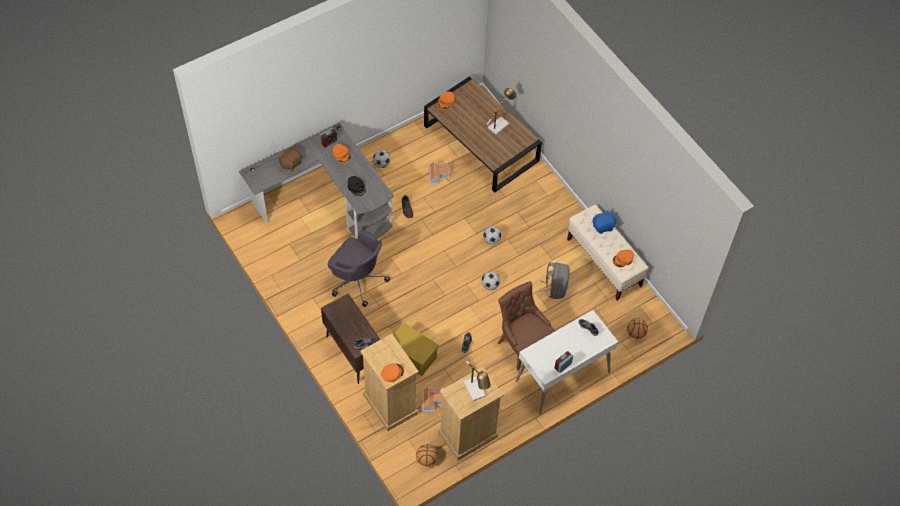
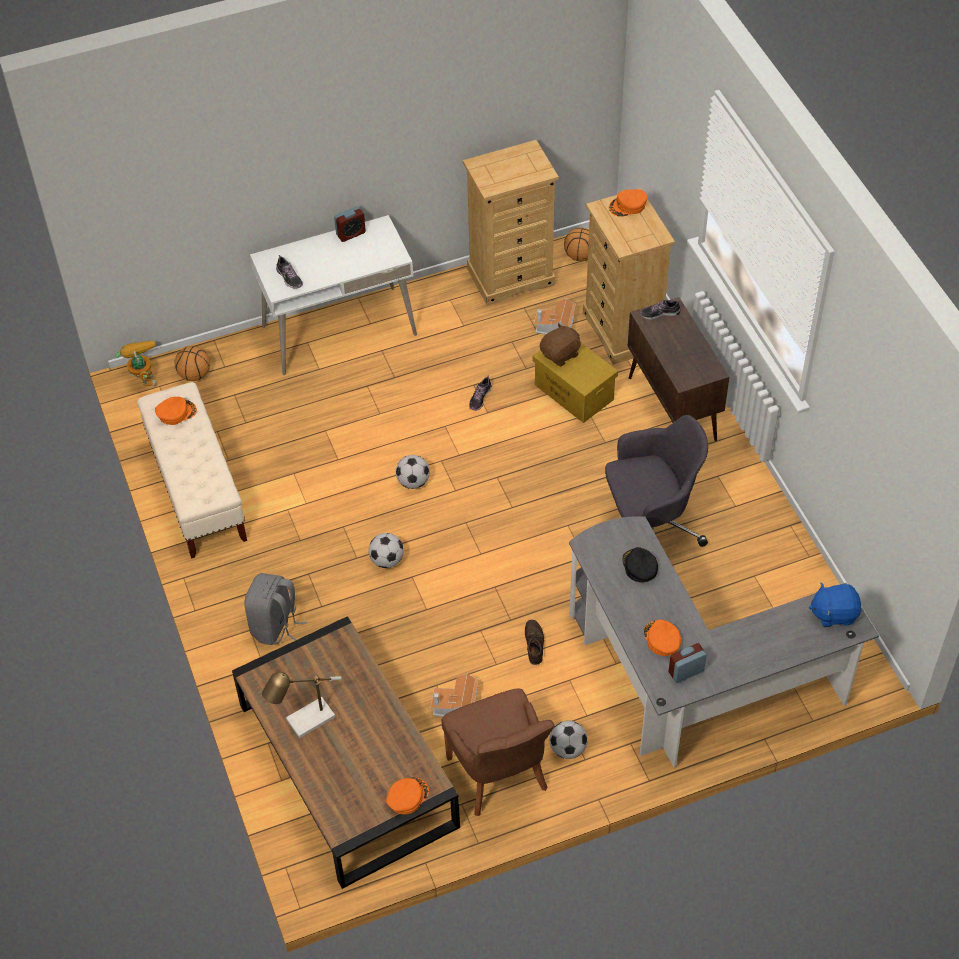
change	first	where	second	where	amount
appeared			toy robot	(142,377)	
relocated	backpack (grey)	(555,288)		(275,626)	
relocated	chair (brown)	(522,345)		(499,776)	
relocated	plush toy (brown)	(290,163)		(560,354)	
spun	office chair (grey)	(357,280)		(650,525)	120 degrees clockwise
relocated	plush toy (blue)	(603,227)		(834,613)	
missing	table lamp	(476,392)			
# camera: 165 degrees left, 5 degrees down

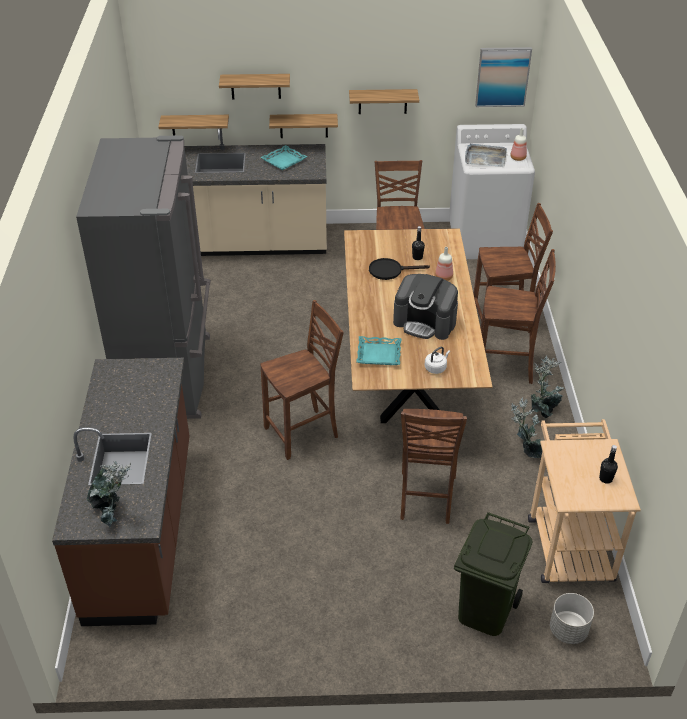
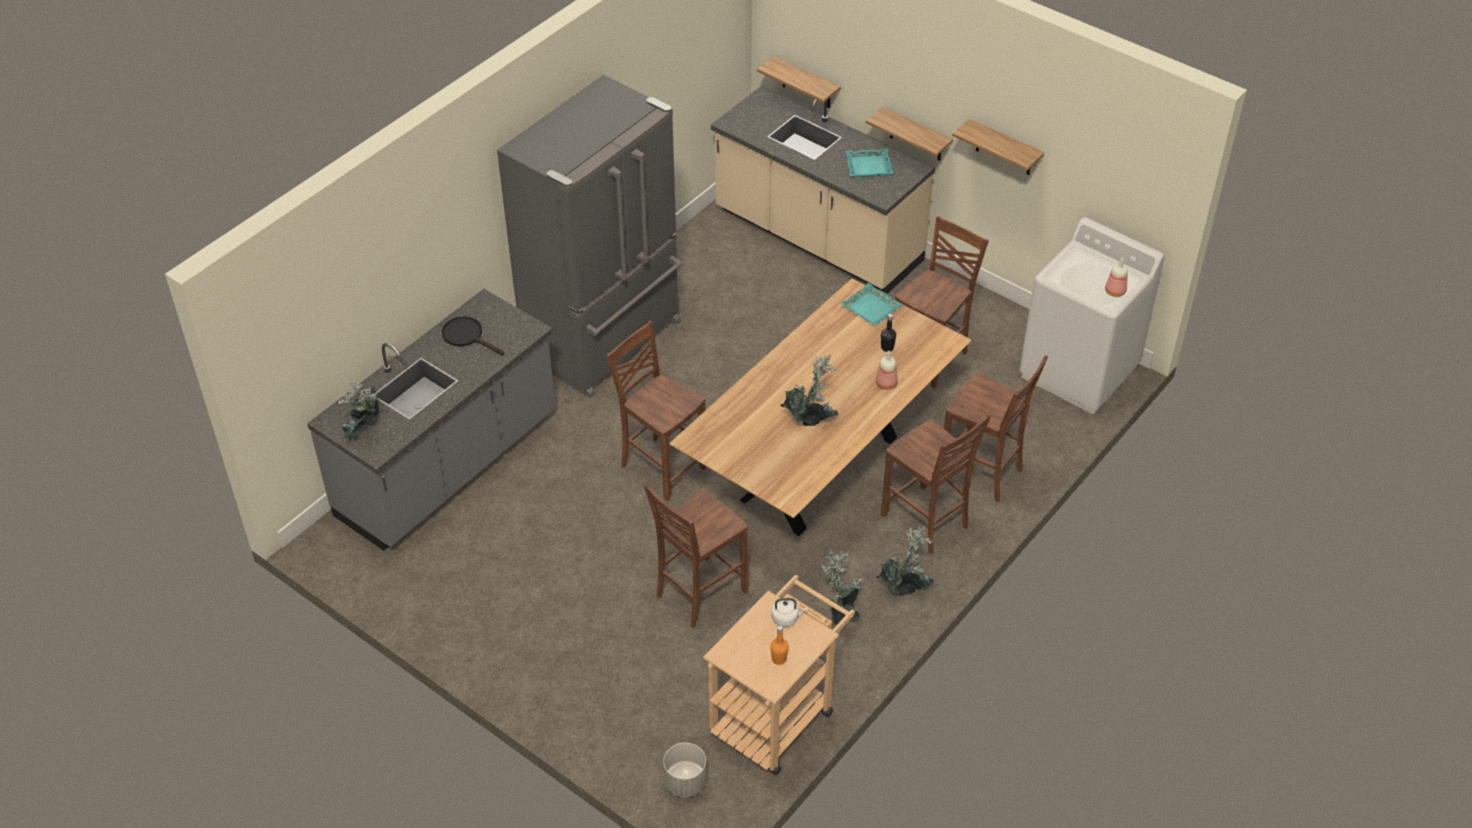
change	first	where	second	where	amount
colour	counter (brown)	(142,528)	counter (grey)	(449,467)	
relocated	frying pan (black)	(390,271)		(467,336)	
spun	chair (brown)	(303,433)		(661,467)	150 degrees counterclockwise
colour	bottle (black)	(605,479)	bottle (orange)	(779,659)	
relocated	kettle (white)	(436,368)		(786,618)	
exchanged	coffee machine	(425,322)	potted plant	(810,419)	
relocated	tray (turquoise)	(378,354)		(870,308)	
missing	shelf	(255,86)			
missing	trash can (green)	(484,610)			
missing	tray (grey)	(485,157)			
missing	picture	(502,76)			
# camera: 40 degrees right, 5 degrees up

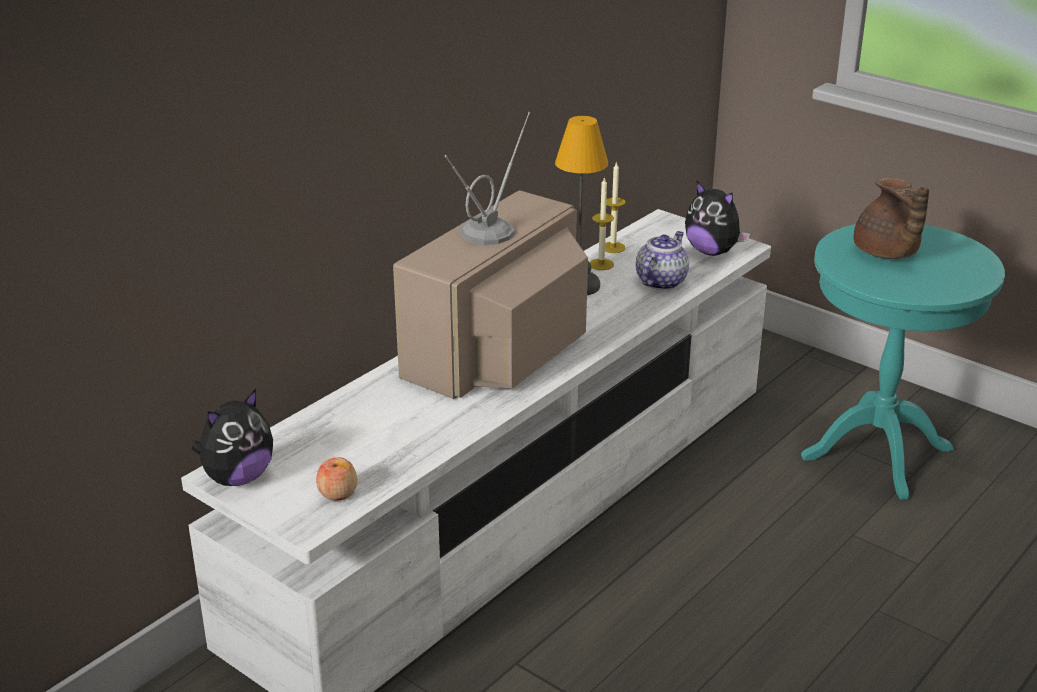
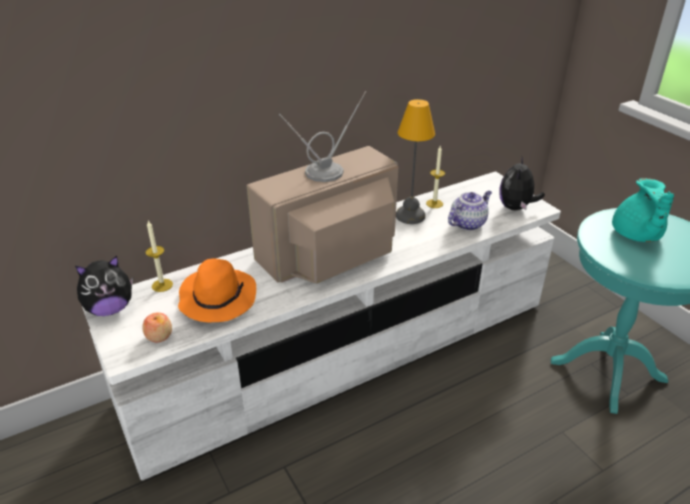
change	first	where	second	where	amount
relocated	candle	(613,247)		(162,285)	
appeared			hat (orange)	(217,298)	
spun	plush toy	(712,251)		(516,208)	45 degrees clockwise
colour	teapot (brown)	(886,253)	teapot (turquoise)	(636,235)	
# camera: 20 degrees right, 5 degrees up

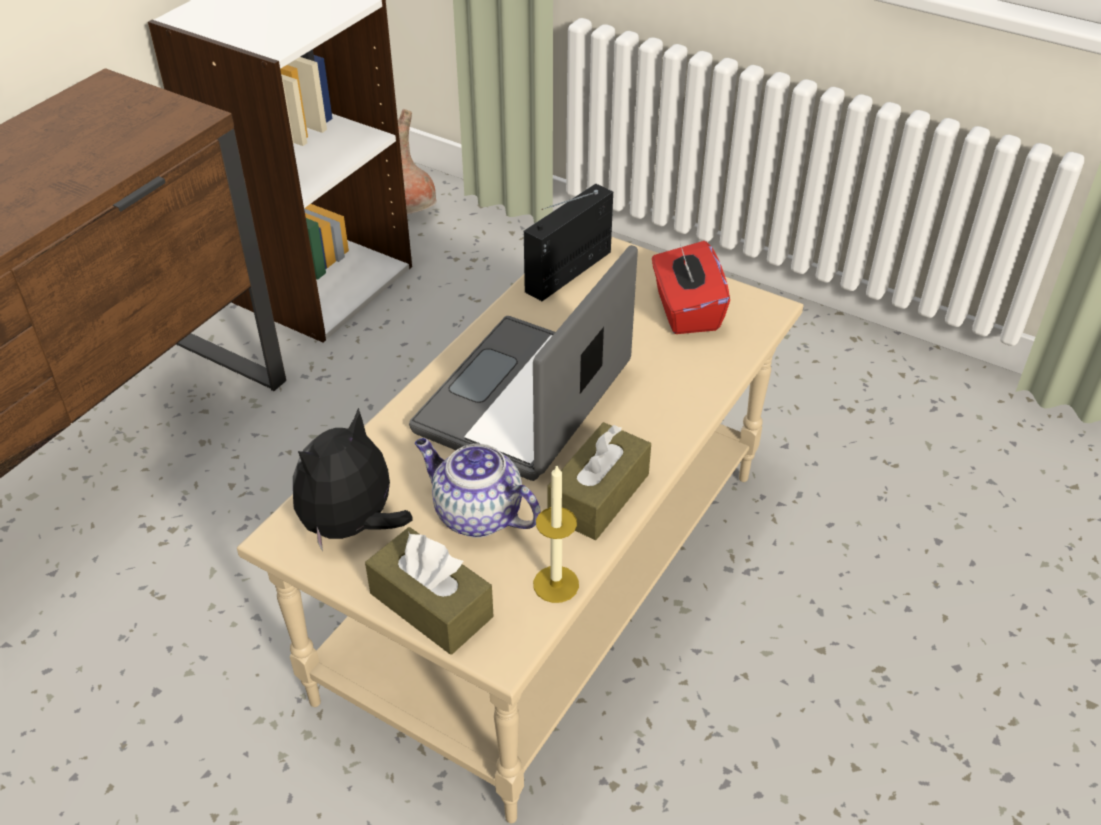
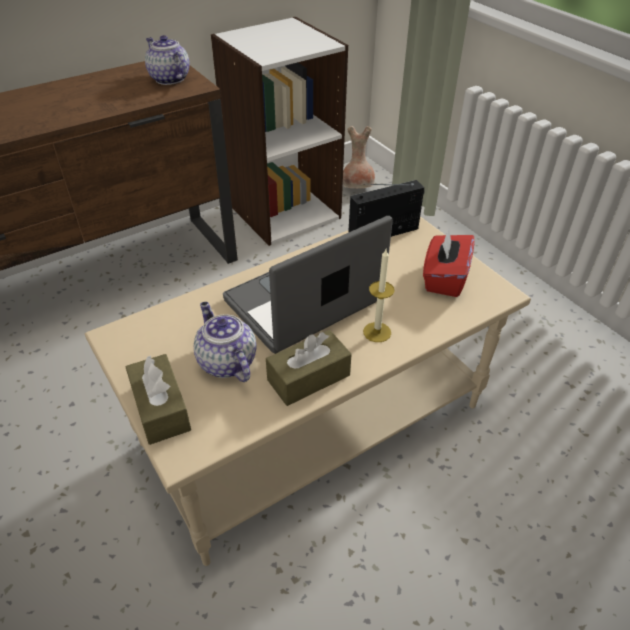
change	first	where	second	where	amount
appeared			teapot	(169,79)	
relocated	candle	(556,584)		(377,332)	
missing	plush toy	(352,526)			
# camera: 25 degrees right, 0 degrees up

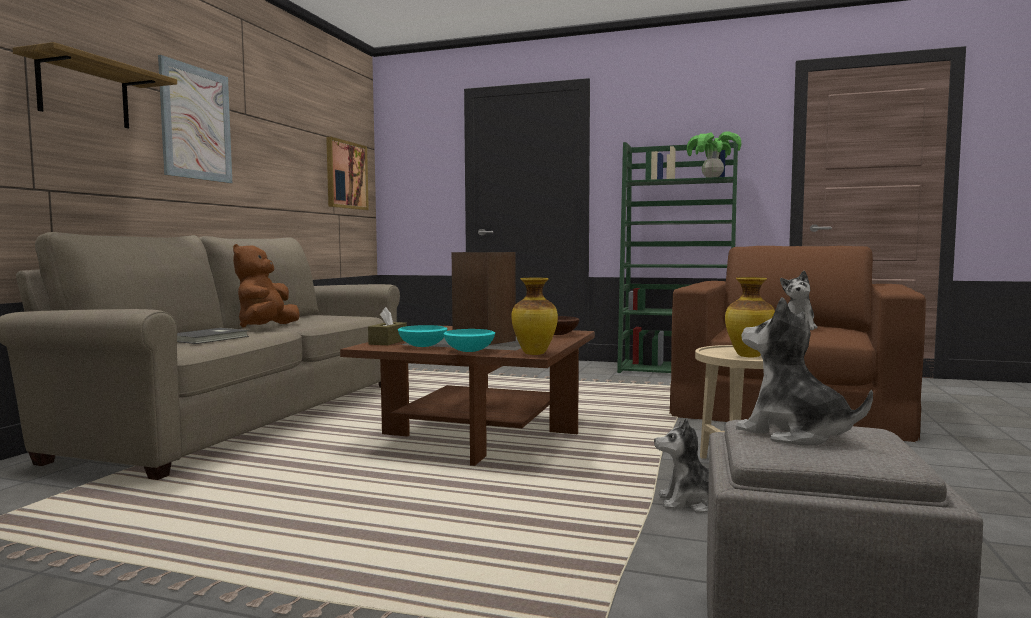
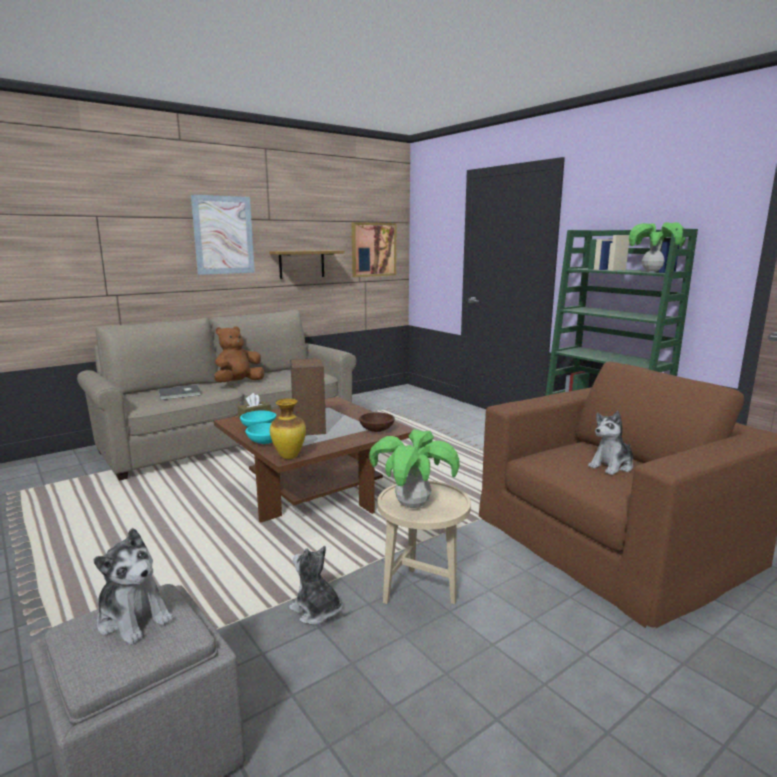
change	first	where	second	where	amount
spun	plush toy	(794,434)		(134,618)	135 degrees clockwise
relocated	shelf	(84,93)		(301,264)	
exchanged	vase	(748,356)	potted plant	(412,505)	
# camera: 35 degrees right, 10 degrees up

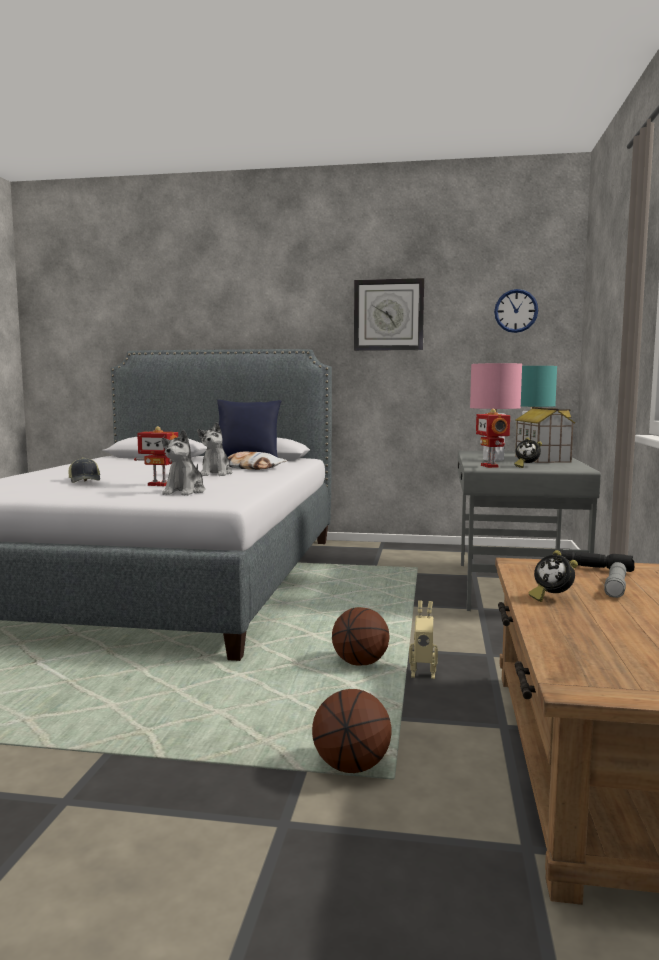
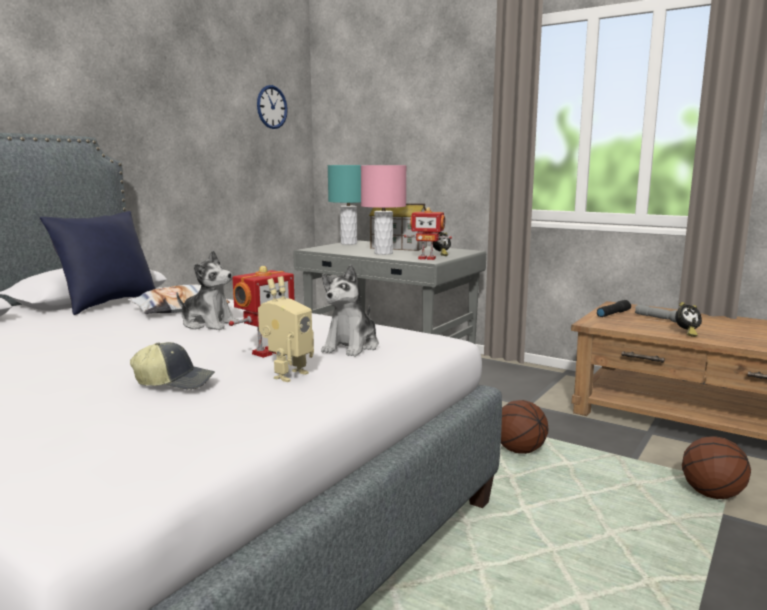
change	first	where	second	where	amount
relocated	toy robot	(423,673)		(286,374)	
spun	plush toy	(185,492)		(352,347)	75 degrees clockwise
missing	wall clock	(388,315)			
# camera: 65 degrees left, 5 degrees up

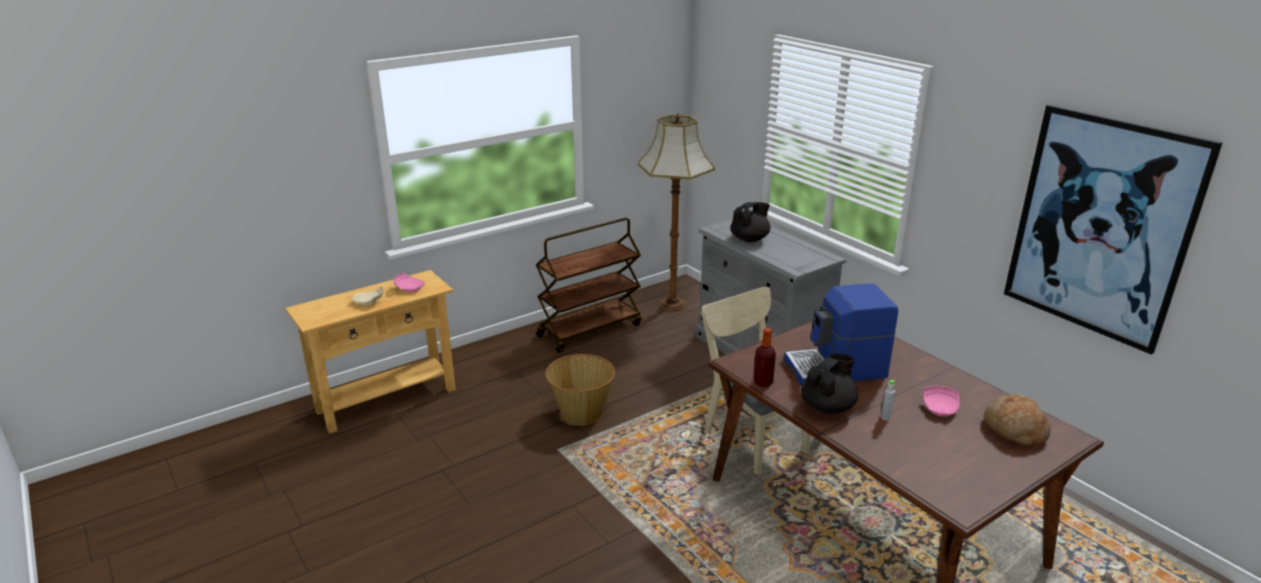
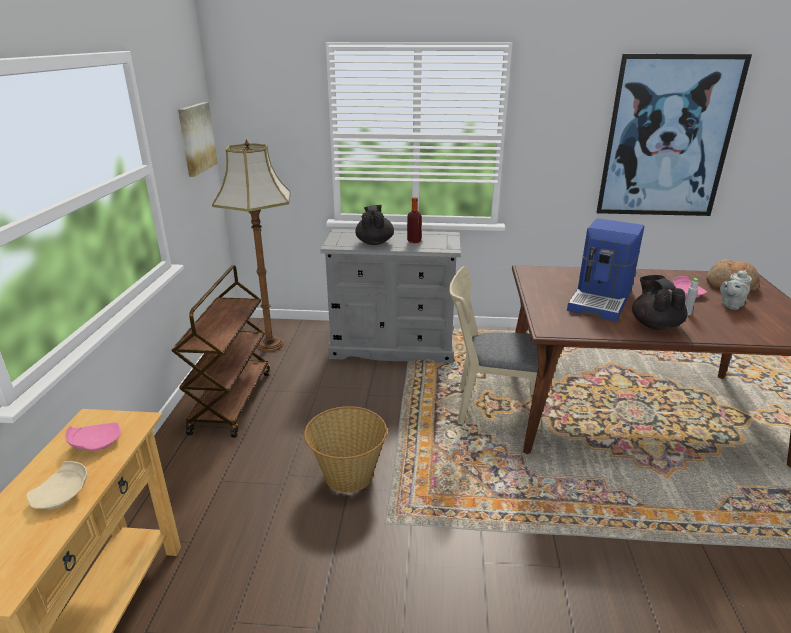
change	first	where	second	where	amount
appeared			picture	(196,138)	
relocated	bottle	(763,383)		(414,241)	
appeared			teapot (grey)	(730,305)	
# camera: 50 degrees left, 0 degrees up

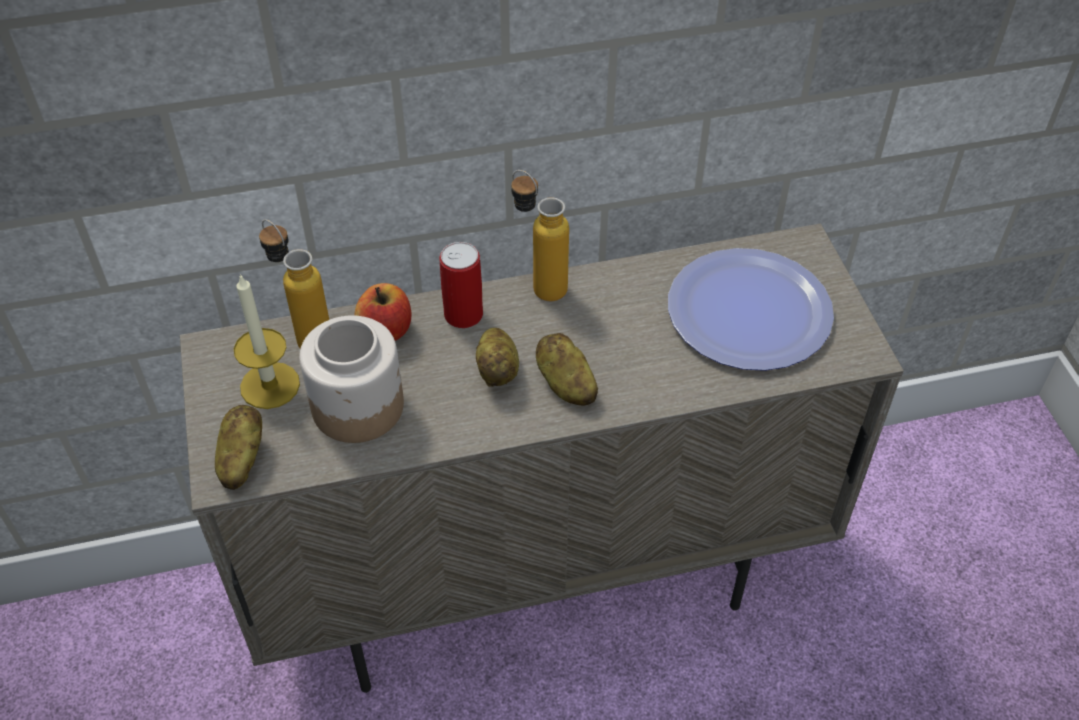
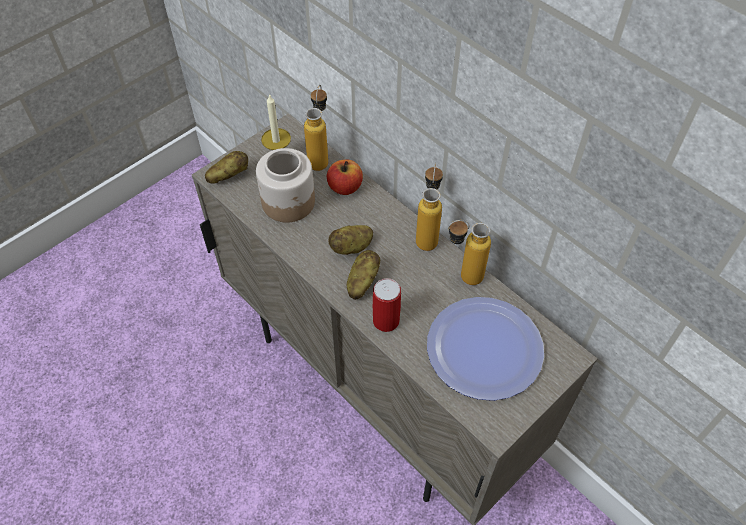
change	first	where	second	where	amount
relocated	can	(463,314)		(386,320)	
appeared			bottle	(462,277)	
# camera: 60 degrees right, 5 degrees up

